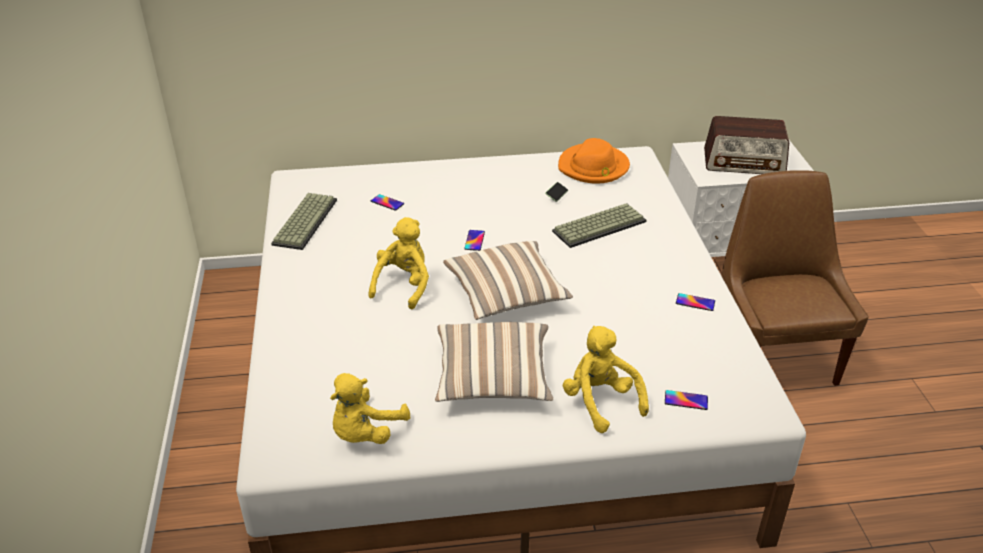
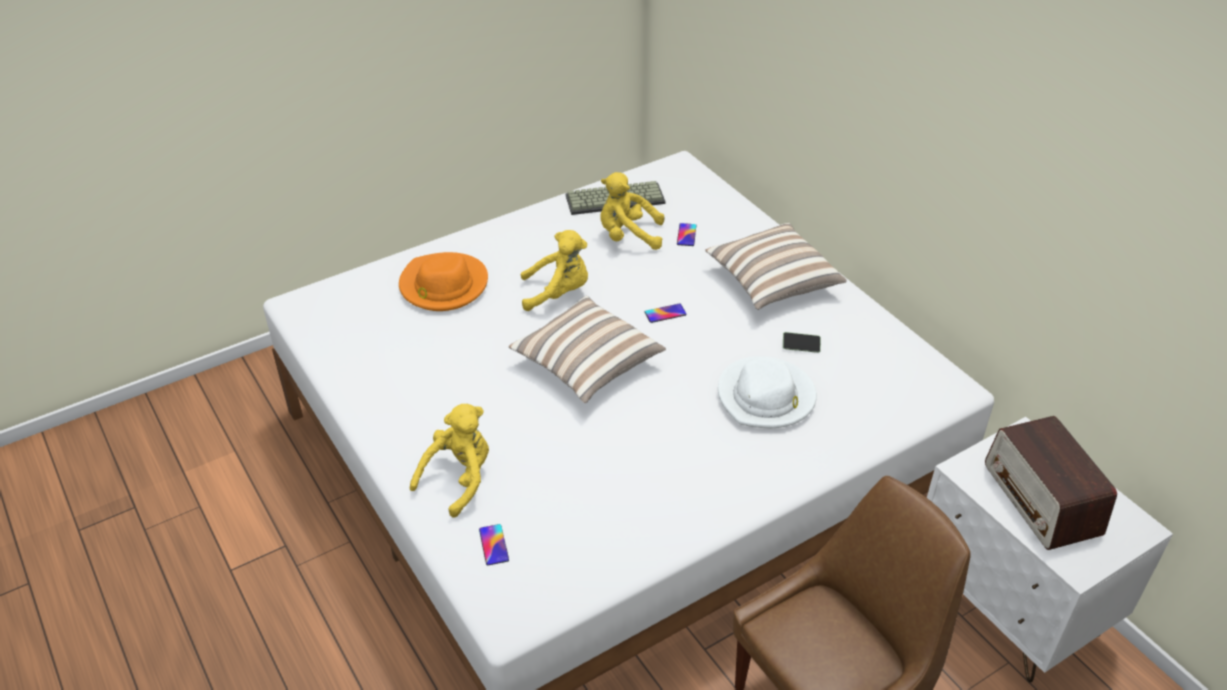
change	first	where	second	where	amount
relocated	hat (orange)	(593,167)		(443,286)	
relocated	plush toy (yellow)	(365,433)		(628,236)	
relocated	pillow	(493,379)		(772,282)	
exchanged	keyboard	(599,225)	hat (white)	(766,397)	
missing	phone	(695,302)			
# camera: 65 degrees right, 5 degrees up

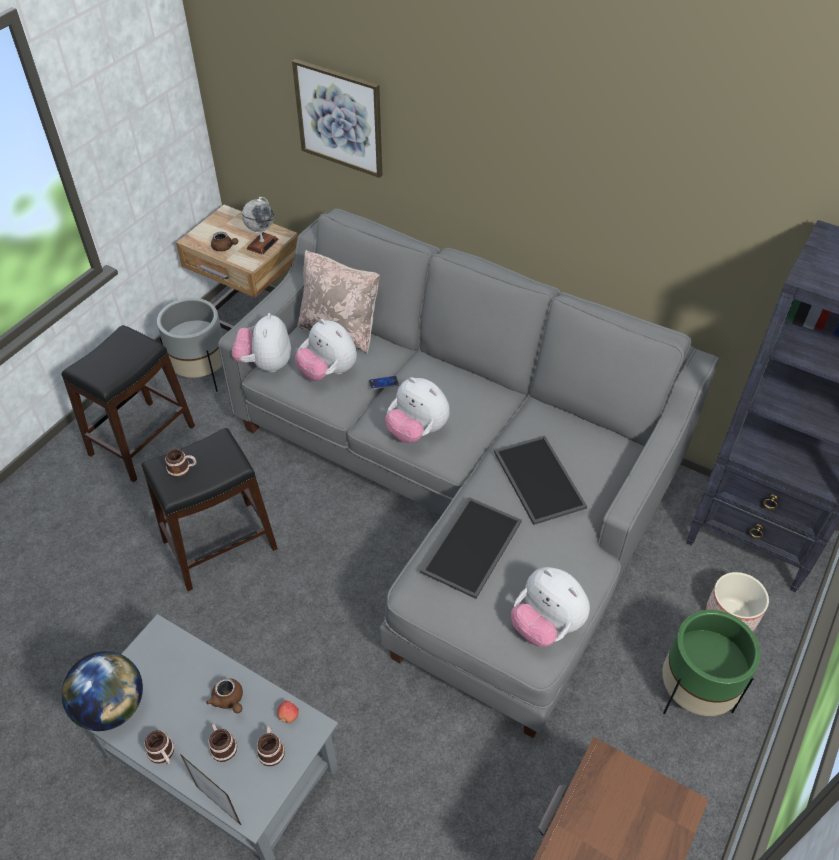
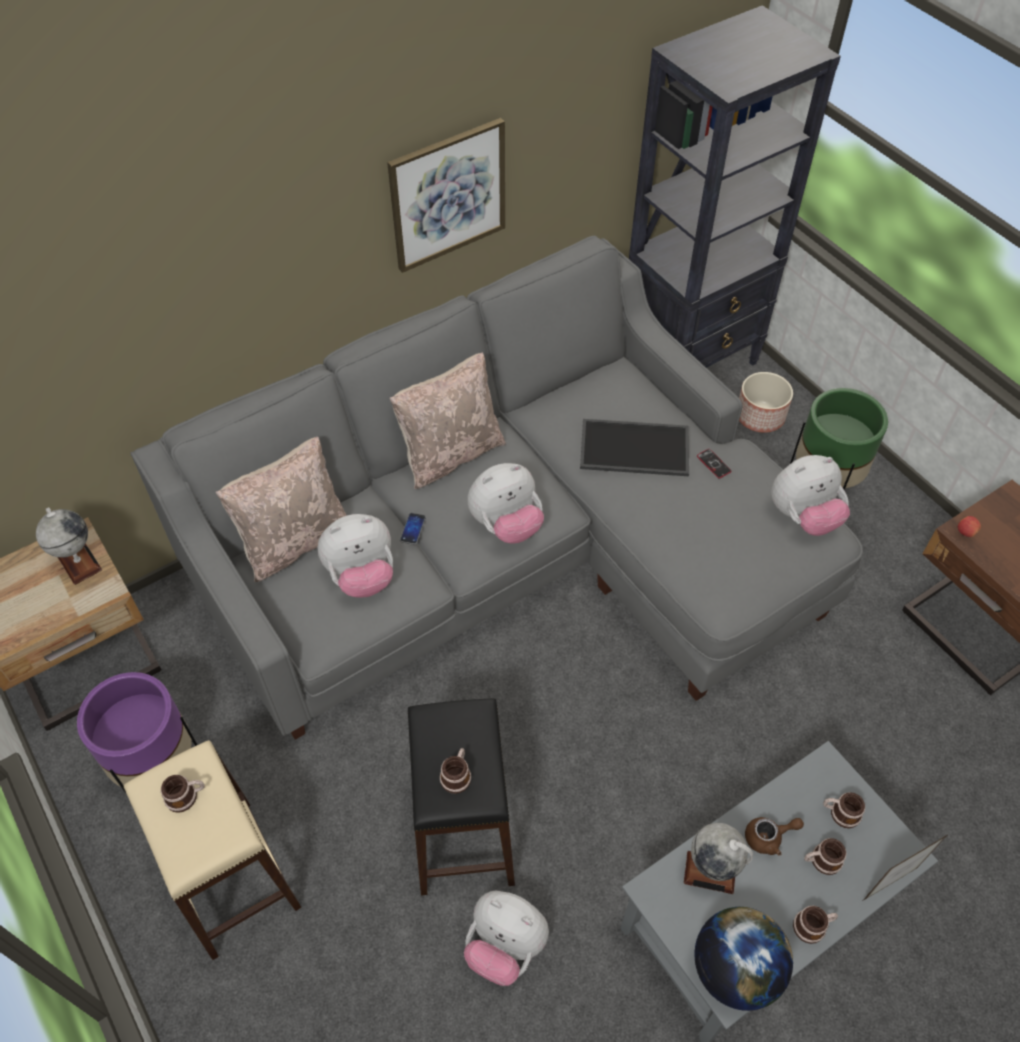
change	first	where	second	where	amount
colour	planter (grey)	(201,374)	planter (purple)	(157,764)	
colour	stool (black)	(141,440)	stool (beige)	(230,878)	
appeared			mug	(186,796)	
relocated	picture	(339,118)		(448,195)	
appeared			pillow (beige)	(450,453)	
relocated	plush toy	(265,364)		(505,946)	
appeared			globe	(710,872)	
appeared			phone	(713,464)	
relocated	apple	(289,716)		(965,532)	
missing	teapot (brown)	(224,248)			
missing	tray	(471,545)			
# camera: 65 degrees left, 5 degrees up

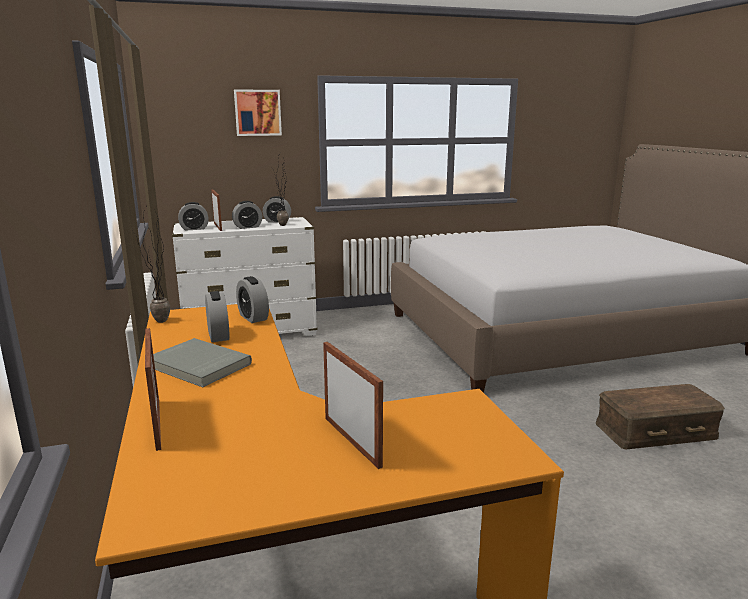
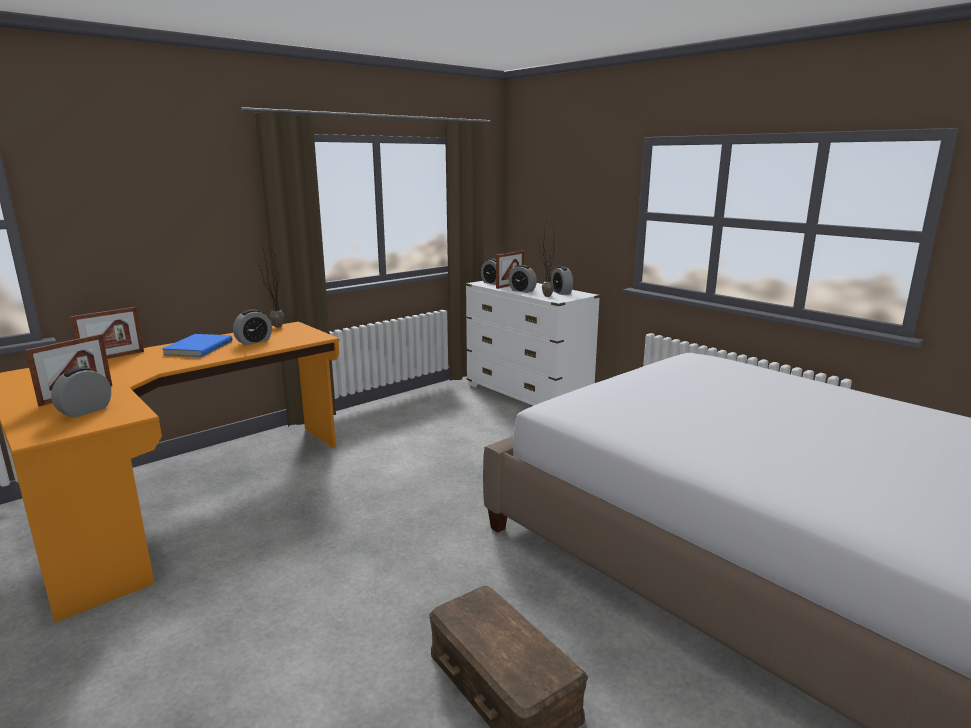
change	first	where	second	where	amount
relocated	alarm clock	(253,317)		(85,411)	
colour	book (grey)	(197,366)	book (blue)	(197,348)	
missing	picture	(257,112)			
# camera: 65 degrees right, 0 degrees up

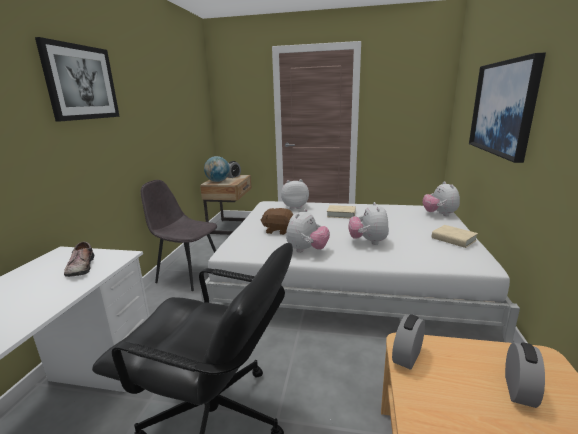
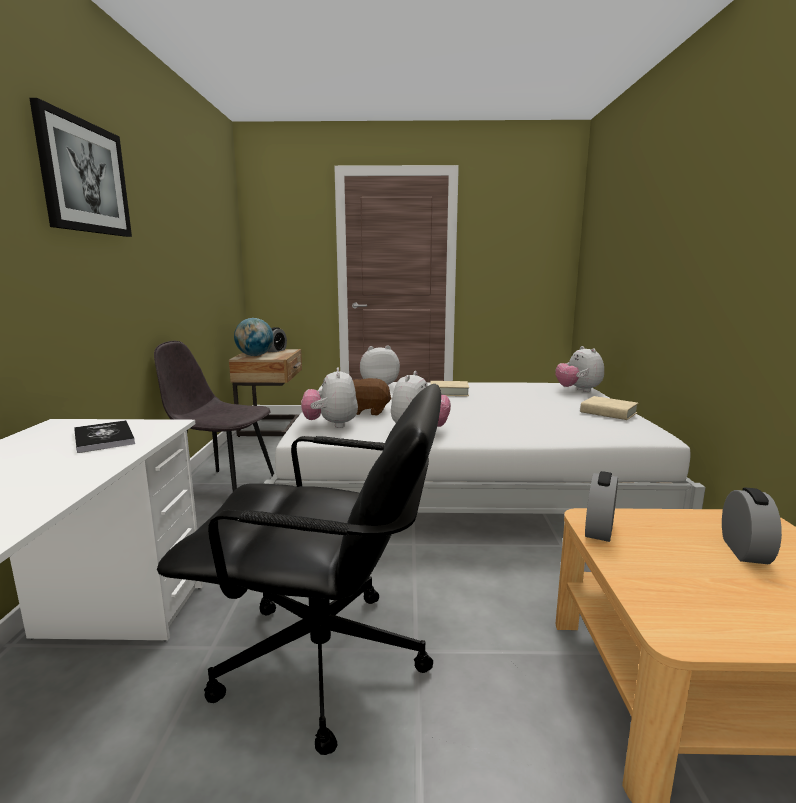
change	first	where	second	where	amount
exchanged	shoe	(79,267)	book	(104,438)	
relocated	plush toy	(368,242)		(331,425)	
missing	picture	(503,108)			
# camera: 10 degrees left, 5 degrees down

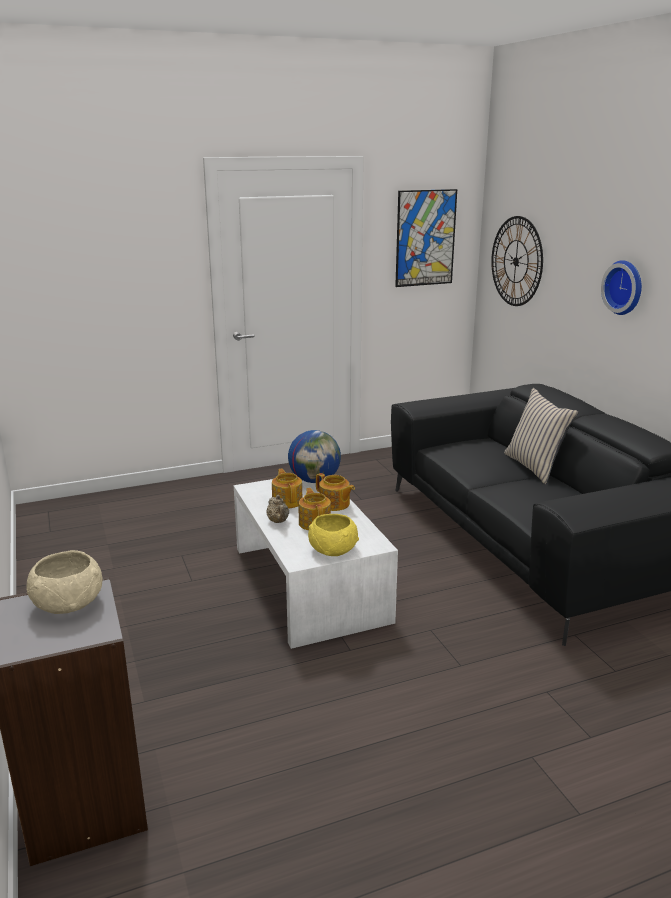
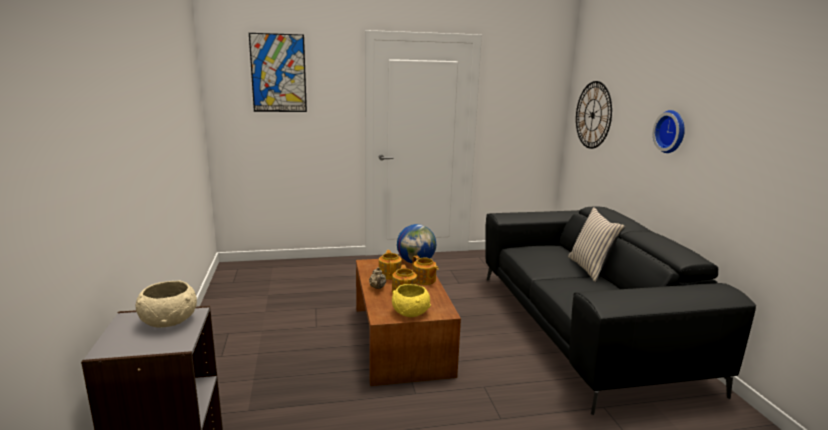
change	first	where	second	where	amount
relocated	picture	(425,238)		(278,73)	
colour	coffee table (white)	(310,583)	coffee table (brown)	(401,339)	
# camera: 10 degrees right, 5 degrees down

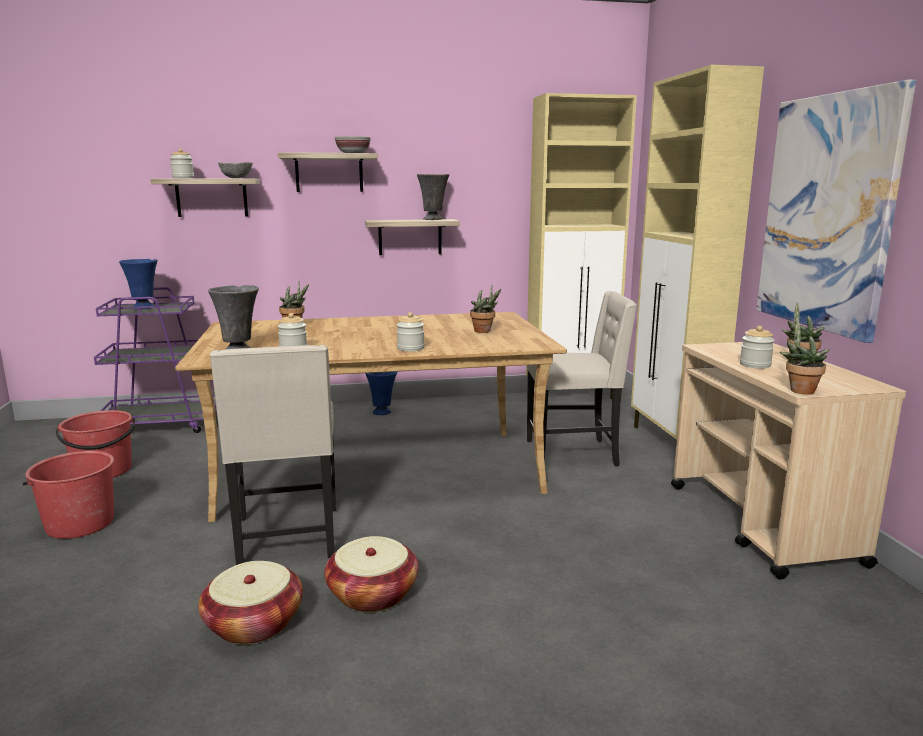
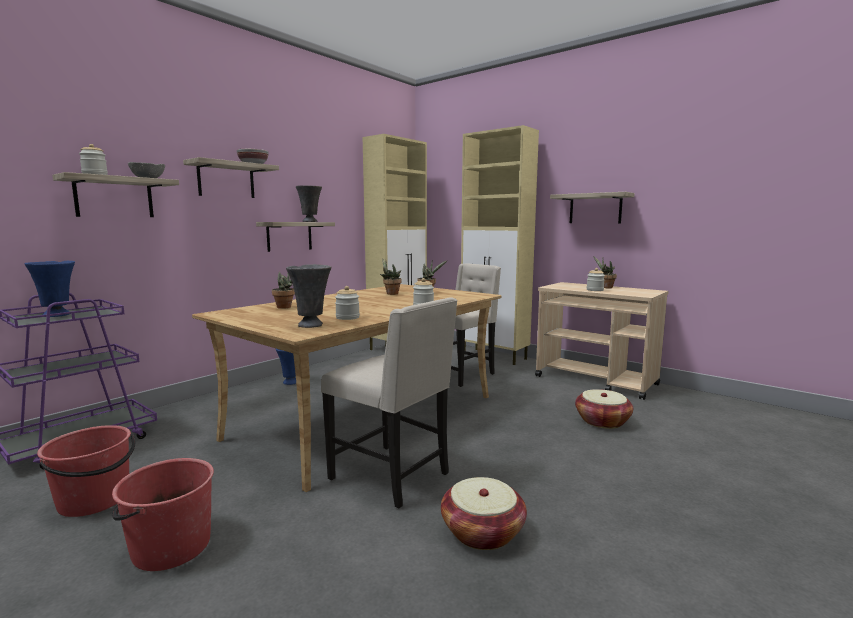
change	first	where	second	where	amount
relocated	potted plant	(799,390)		(390,293)	
exchanged	picture	(827,213)	shelf	(595,209)	
relocated	basket	(373,594)		(602,421)	
# camera: 40 degrees left, 5 degrees down

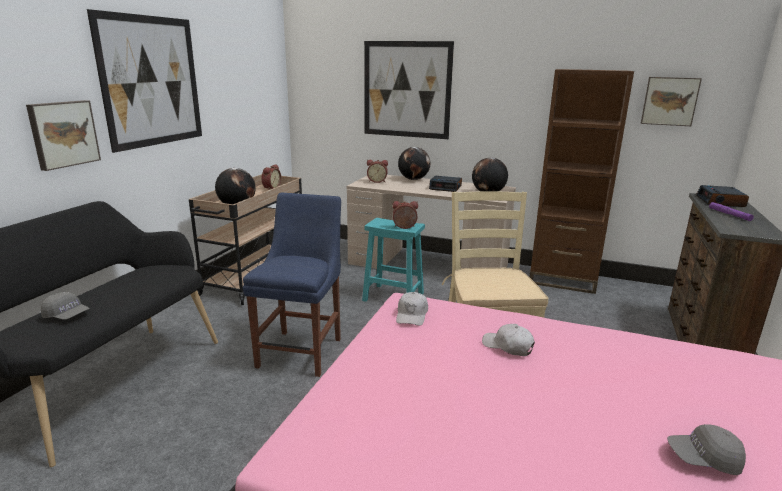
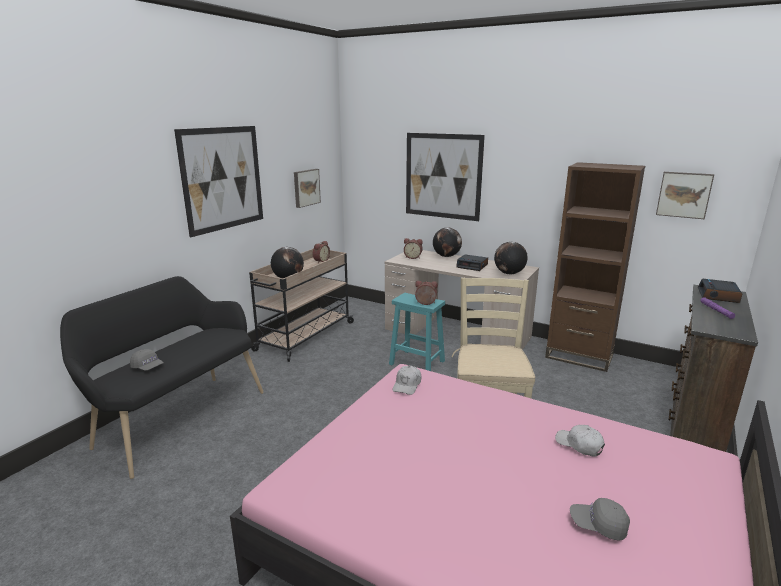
change	first	where	second	where	amount
relocated	picture	(63,134)		(306,187)	
relocated	cap (white)	(508,346)		(579,445)	
missing	chair (blue)	(302,350)			
# camera: 10 degrees right, 0 degrees up

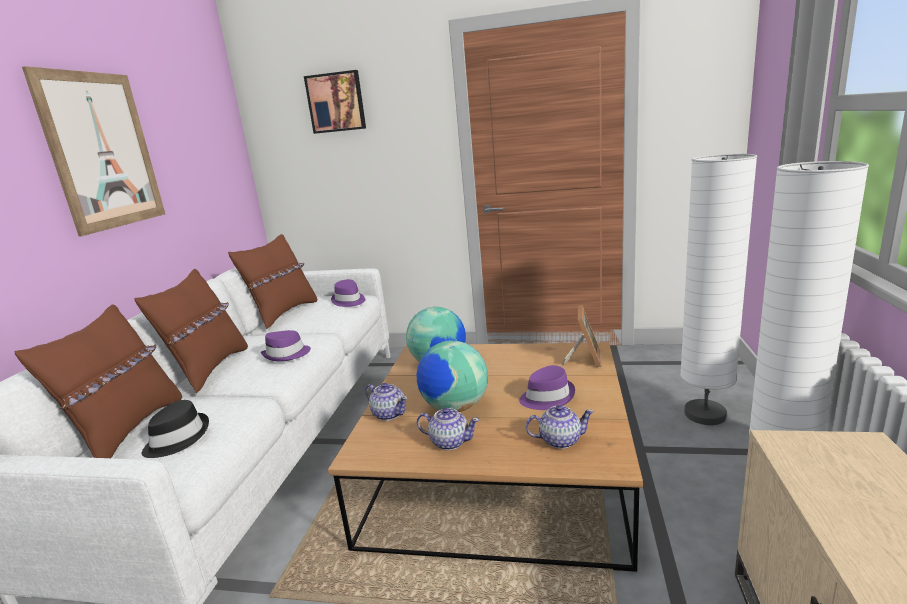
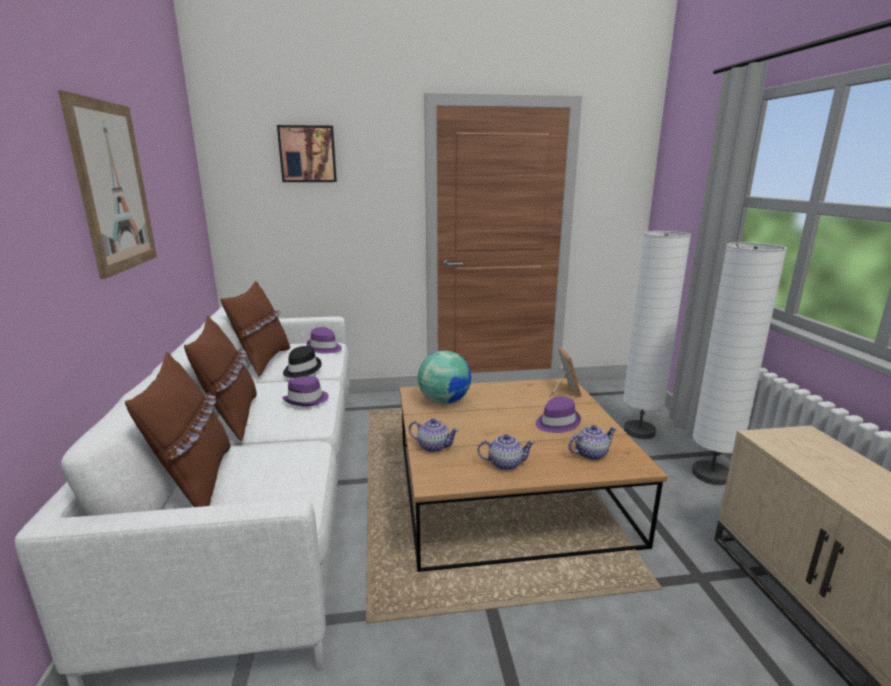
change	first	where	second	where	amount
relocated	hat (black)	(177,438)		(301,369)	
missing	globe	(454,407)			
# camera: 20 degrees left, 0 degrees up

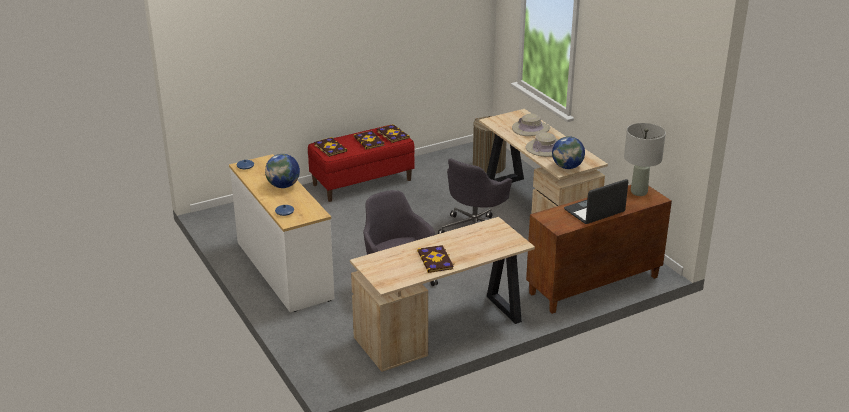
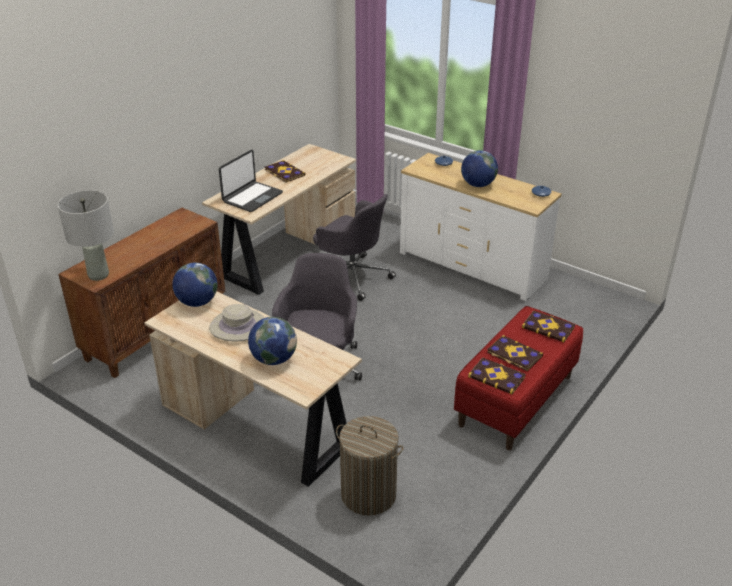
change	first	where	second	where	amount
relocated	laptop	(594,211)		(252,197)	
exchanged	hat (beige)	(530,129)	globe	(274,359)	
# camera: 155 degrees right, 5 degrees up

